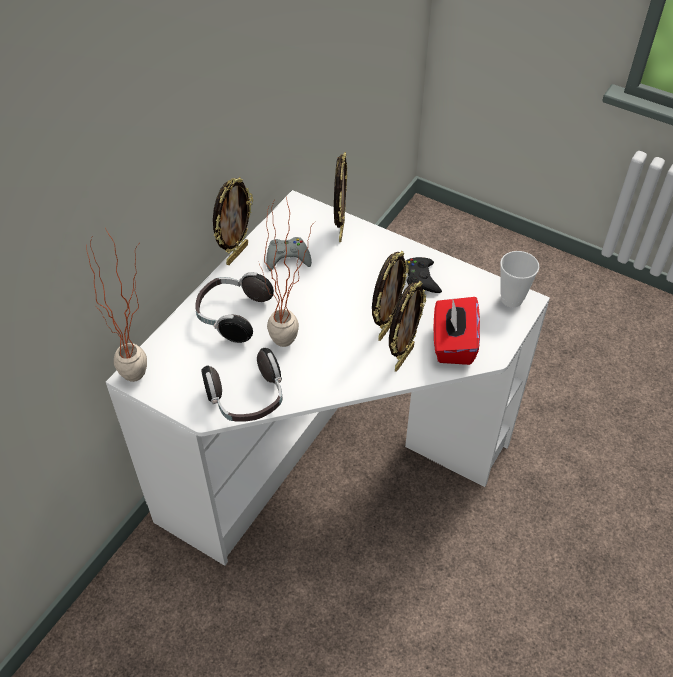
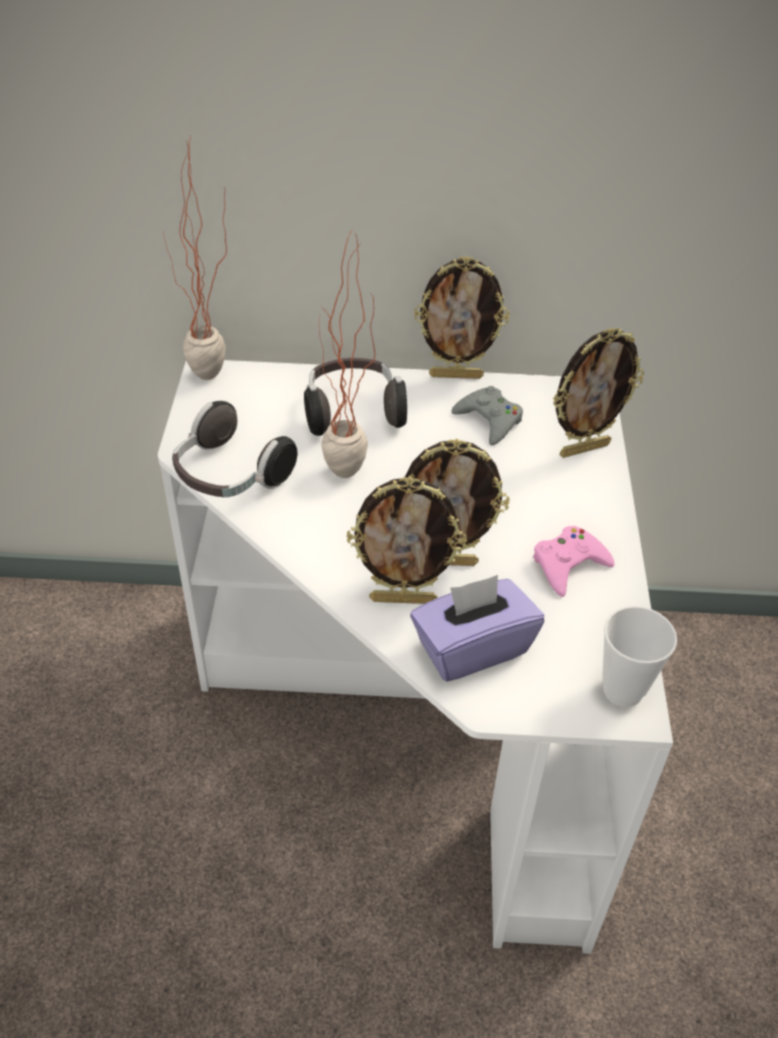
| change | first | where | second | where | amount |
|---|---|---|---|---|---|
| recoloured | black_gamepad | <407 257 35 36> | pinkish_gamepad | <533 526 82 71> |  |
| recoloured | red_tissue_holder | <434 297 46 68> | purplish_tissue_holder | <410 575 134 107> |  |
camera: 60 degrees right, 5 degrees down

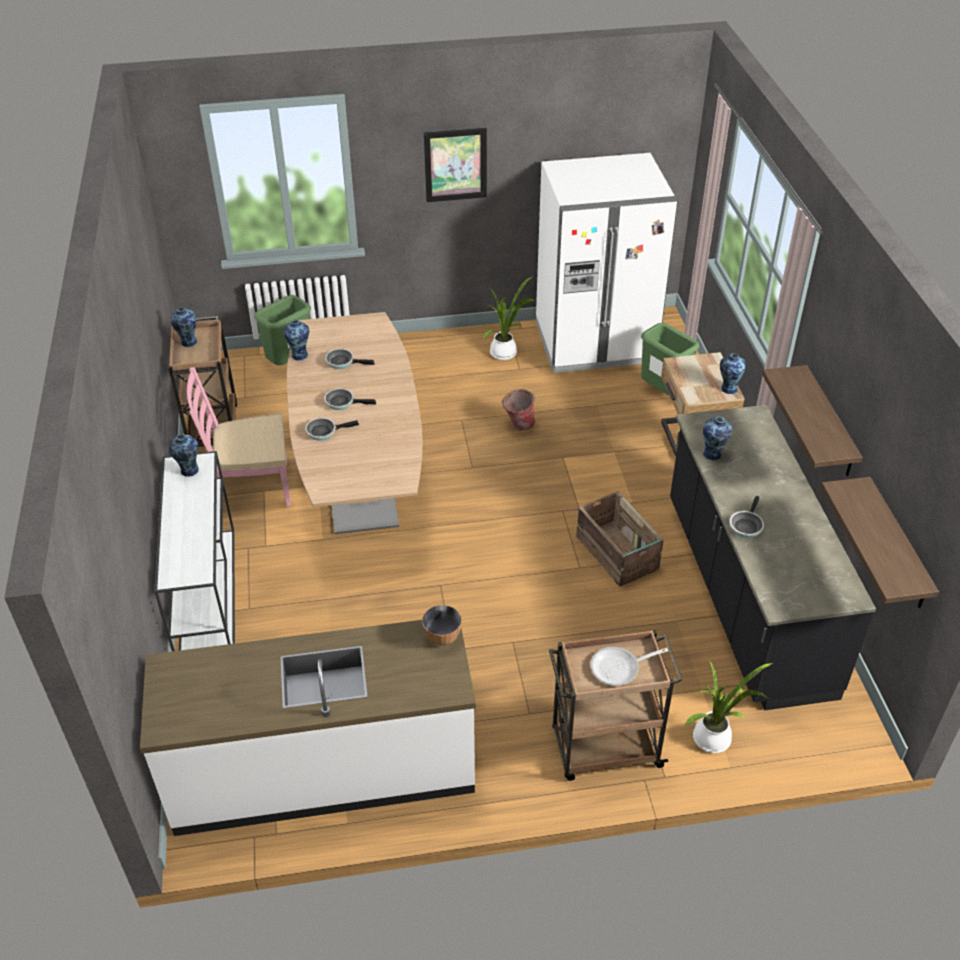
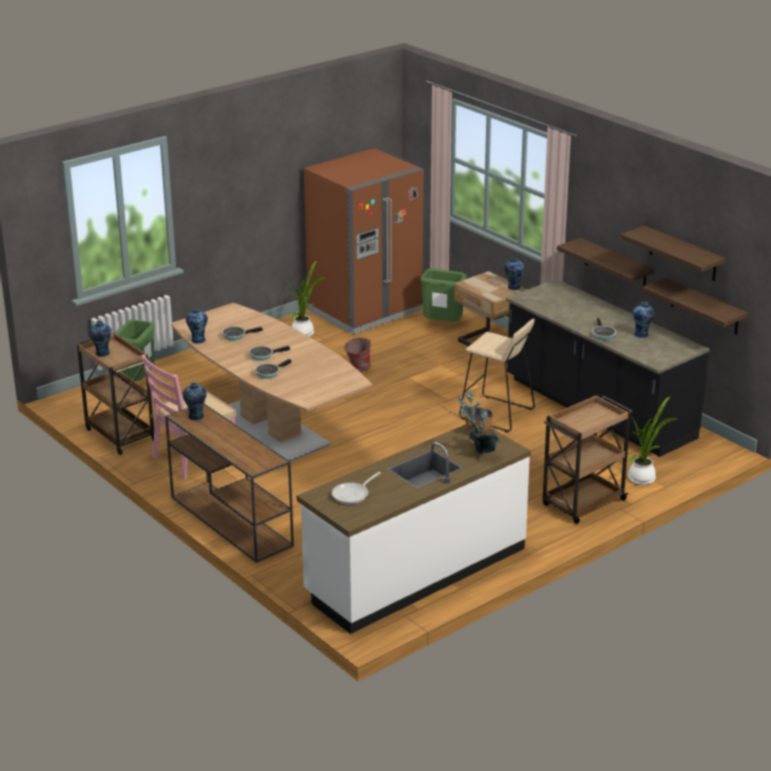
| change | first | where | second | where | amount |
|---|---|---|---|---|---|
| removed | wall_art | <424 128 63 74> |  |  |  |
| added |  |  | plant_in_a_pot | <458 390 42 64> |  |
| added |  |  | wall_shelf | <620 226 106 55> |  |
| moved | frying_pan | <590 647 78 39> |  | <332 472 49 32> |  |
| moved | flower_vase | <703 416 30 45> |  | <633 302 22 36> |  |
| replaced | crate | <576 491 88 96> | sand-coloured_stool_seat | <459 319 76 113> |  |
| recoloured | white-coloured_narrow_table | <154 451 81 200> | brown_narrow_table | <165 404 129 159> |  |
| recoloured | white-coloured_fridge | <536 153 142 220> | brown_fridge | <304 148 120 186> |  |
camera: 30 degrees left, 15 degrees down

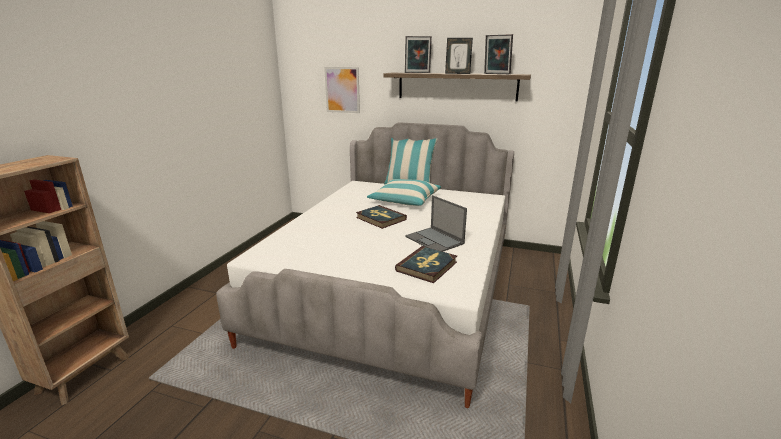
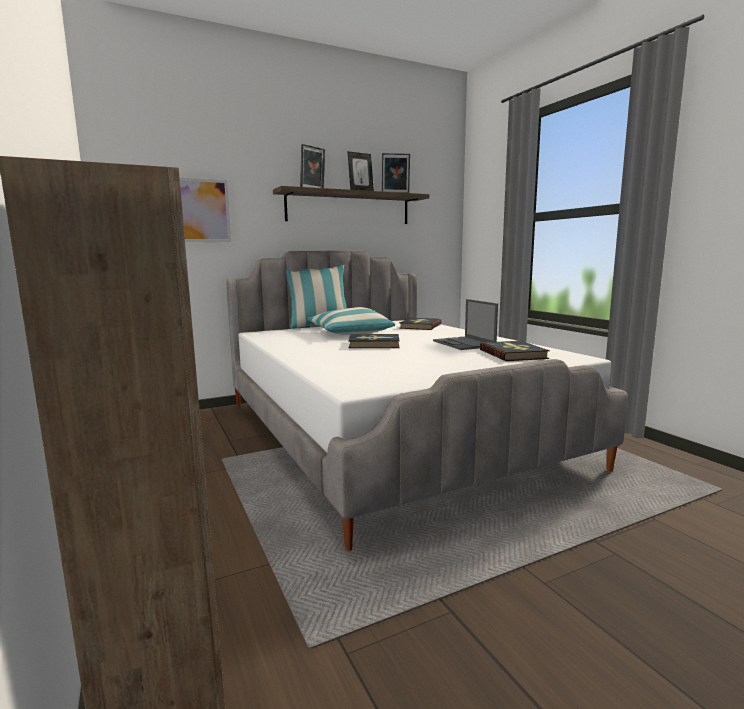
| change | first | where | second | where | amount |
|---|---|---|---|---|---|
| added |  |  | book | <399 318 43 12> |  |
| turned | portable_computer | <405 195 62 57> |  | <433 299 65 51> | 60 degrees clockwise |
camera: 45 degrees left, 10 degrees down

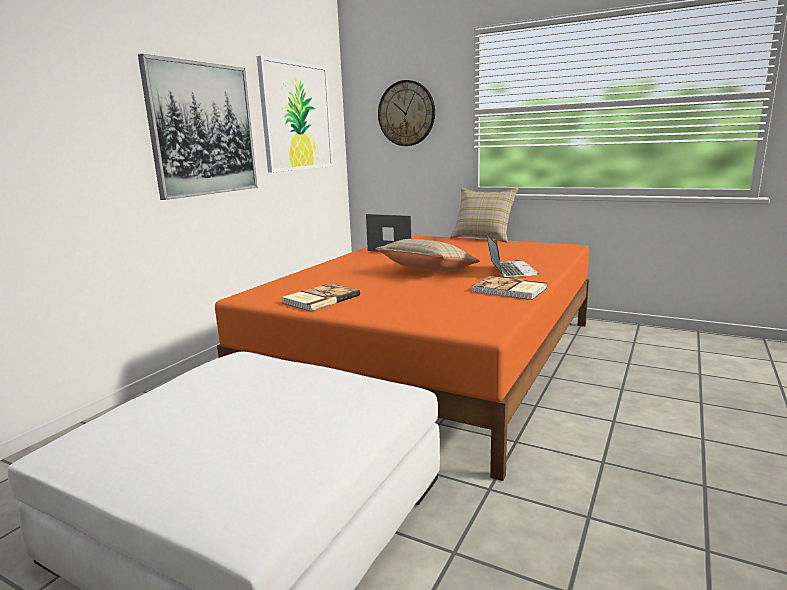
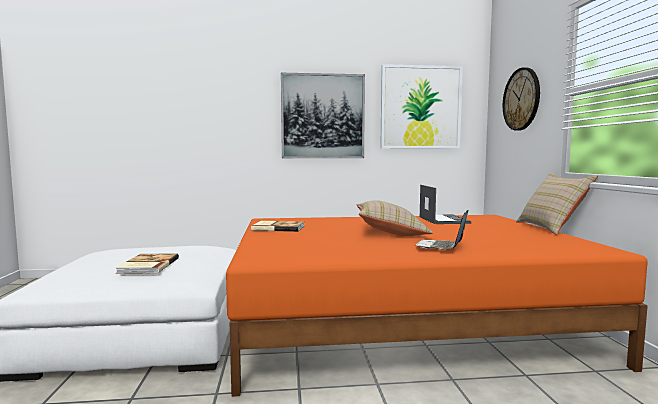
| change | first | where | second | where | amount |
|---|---|---|---|---|---|
| moved | book | <471 276 76 24> |  | <116 254 63 20> |  |
| turned | portable_computer | <487 235 52 43> |  | <415 210 53 40> | 150 degrees clockwise |
camera: 55 degrees right, 10 degrees down

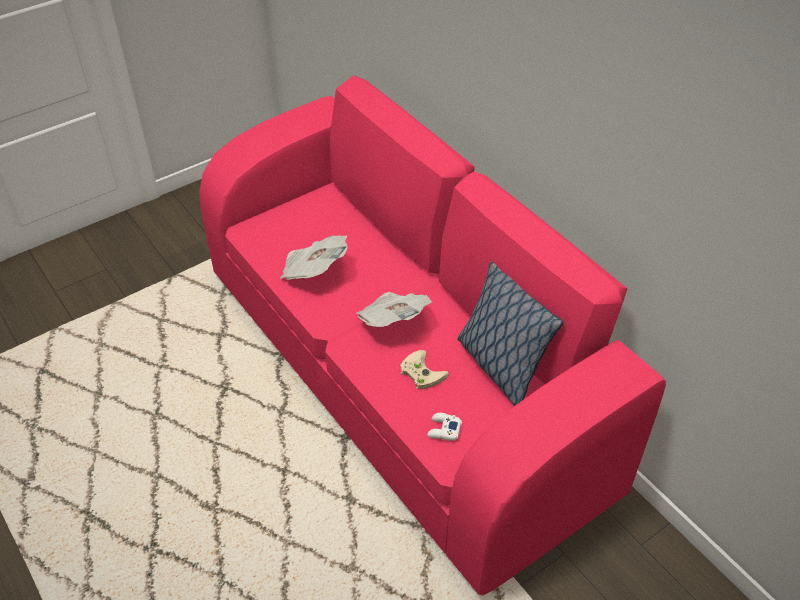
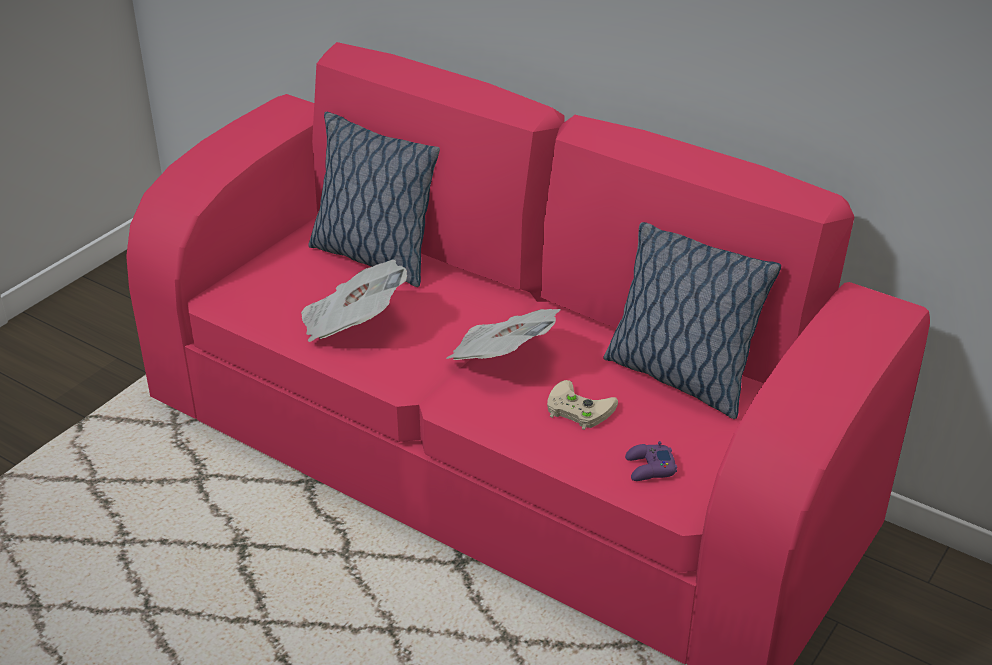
| change | first | where | second | where | amount |
|---|---|---|---|---|---|
| added |  |  | throw_pillow | <308 112 132 175> |  |
| recoloured | white-coloured_gamepad | <427 413 35 28> | purplish_gamepad | <625 441 52 40> |  |
camera: 20 degrees left, 10 degrees down

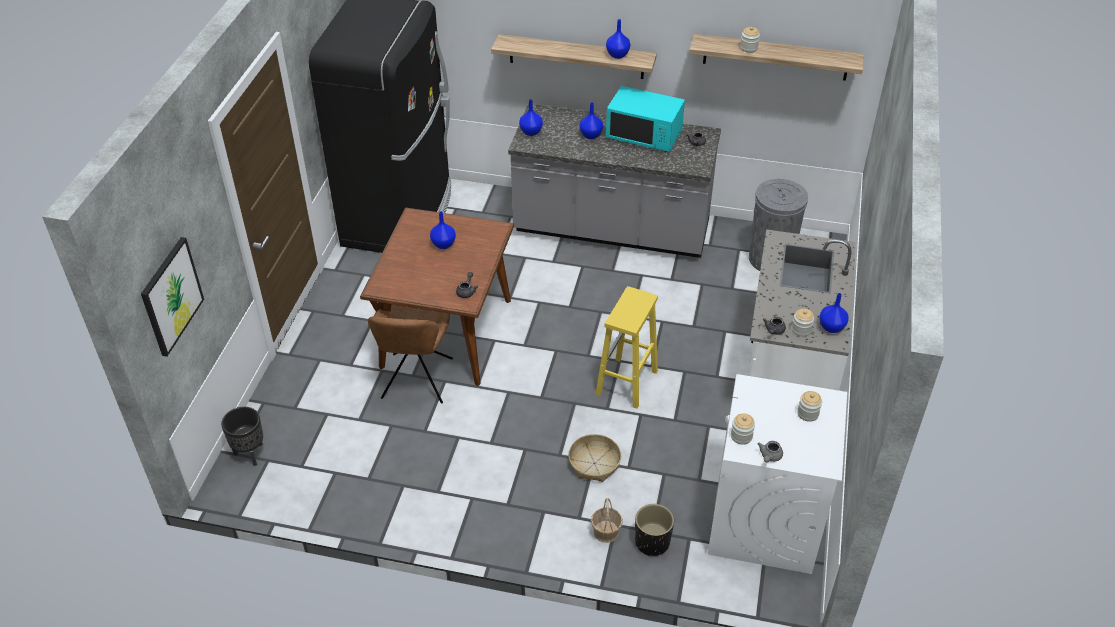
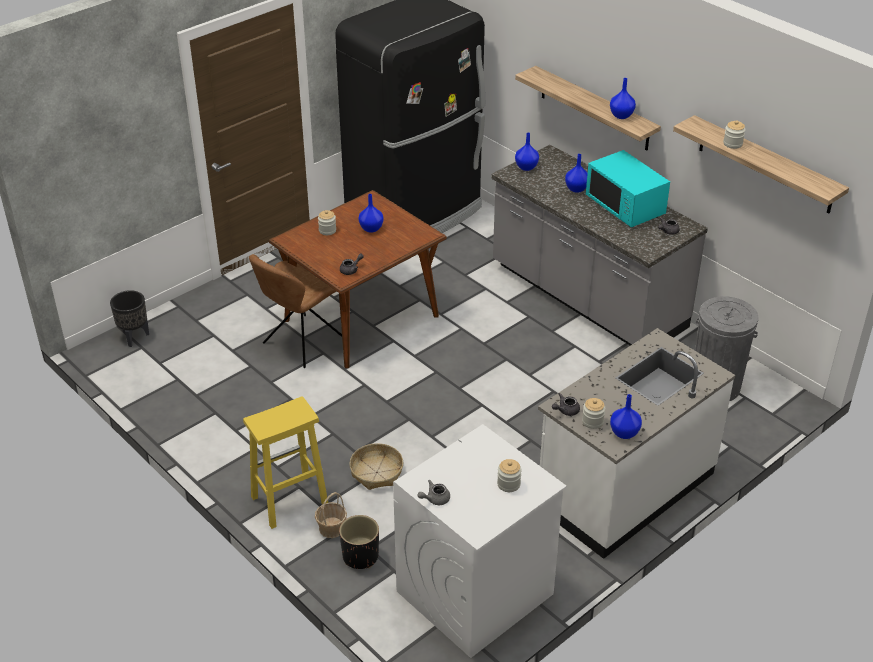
| change | first | where | second | where | amount |
|---|---|---|---|---|---|
| removed | wall_art | <141 237 63 120> |  |  |  |
| moved | yellow-coloured_stool_seat | <596 286 62 123> |  | <243 396 85 133> |  |
| moved | preserve_jar | <731 413 24 32> |  | <318 210 18 25> |  |
camera: 35 degrees right, 5 degrees down

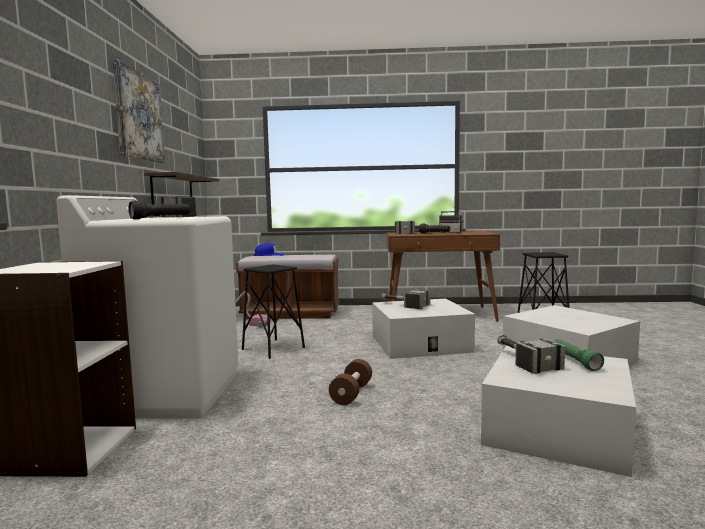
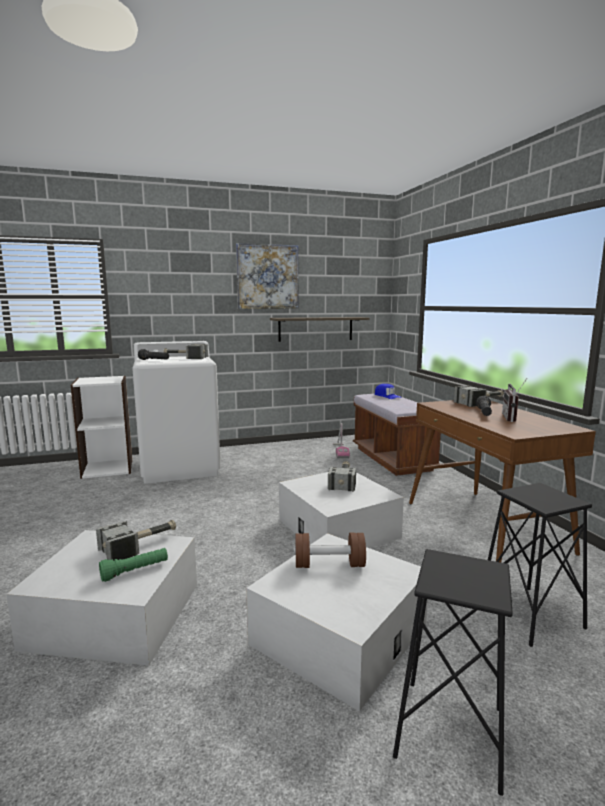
| change | first | where | second | where | amount |
|---|---|---|---|---|---|
| moved | black_stool_seat | <242 264 63 95> |  | <393 549 120 247> |  |
| moved | brown_dumbbell | <329 359 43 46> |  | <294 533 72 35> |  |
camera: 70 degrees right, 5 degrees up

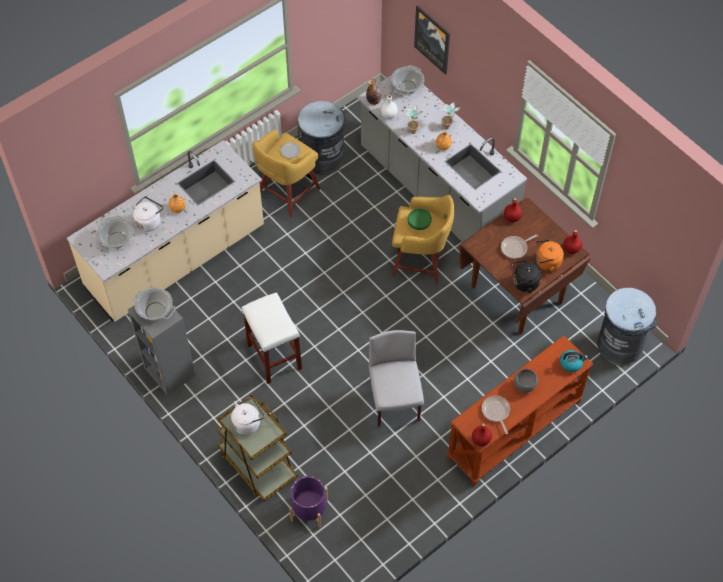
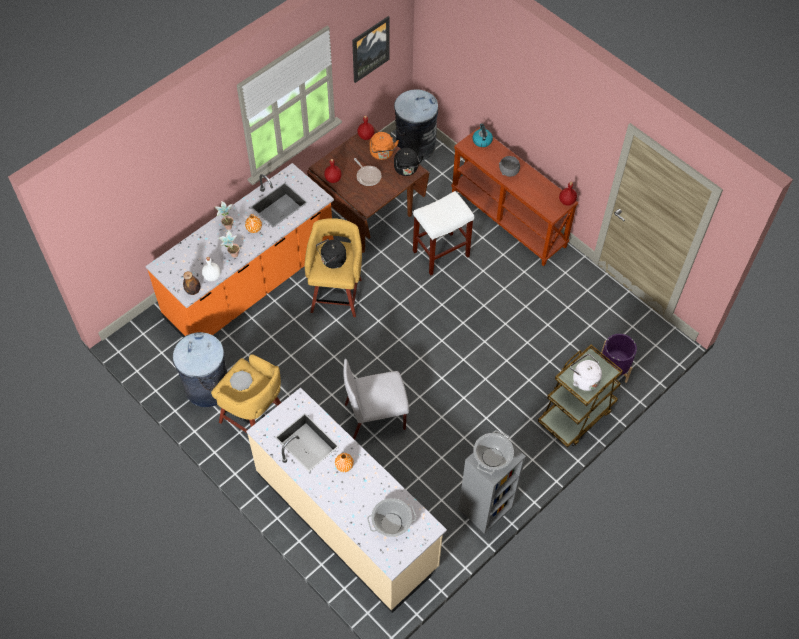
| change | first | where | second | where | amount |
|---|---|---|---|---|---|
| removed | white-coloured_tea_kettle | <131 197 33 35> |  |  |  |
| removed | stockpot | <391 65 34 31> |  |  |  |
| removed | frying_pan | <482 396 28 38> |  |  |  |
| moved | white-coloured_stool_seat | <242 292 60 92> |  | <413 191 61 84> |  |
| moved | gray_chair | <369 330 55 97> |  | <344 359 65 81> |  |
| moved | wall_art | <414 5 36 70> |  | <352 16 38 67> |  |
| replaced | greenish_bowl | <408 208 24 22> | black_tea_kettle | <316 239 30 29> |  |
| recoloured | gray_kitchen_base_unit | <357 75 170 167> | orange_kitchen_base_unit | <145 163 189 175> |  |
camera: 95 degrees left, 0 degrees up

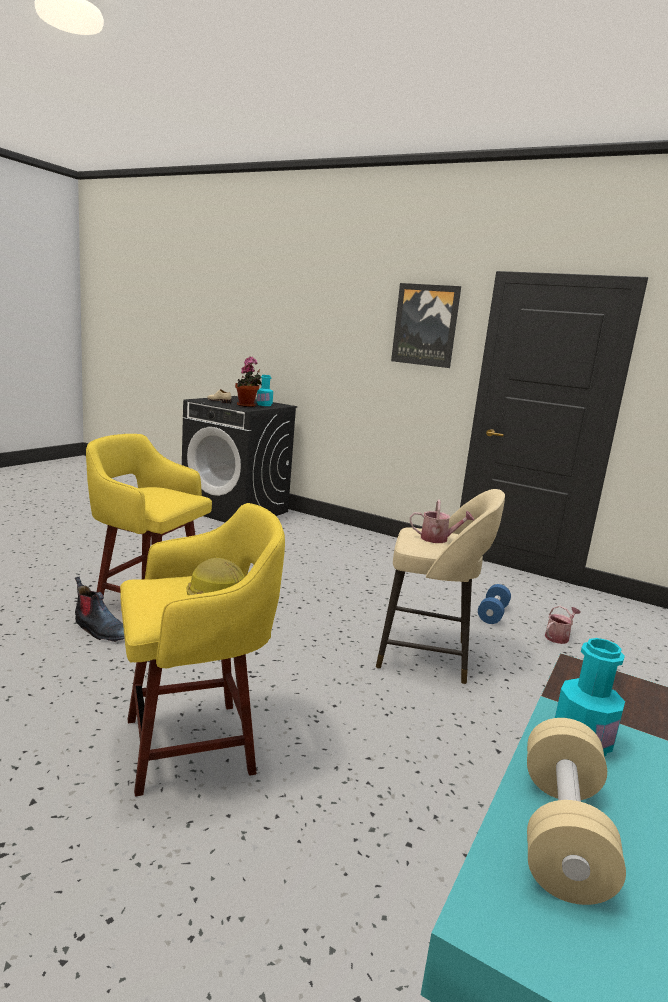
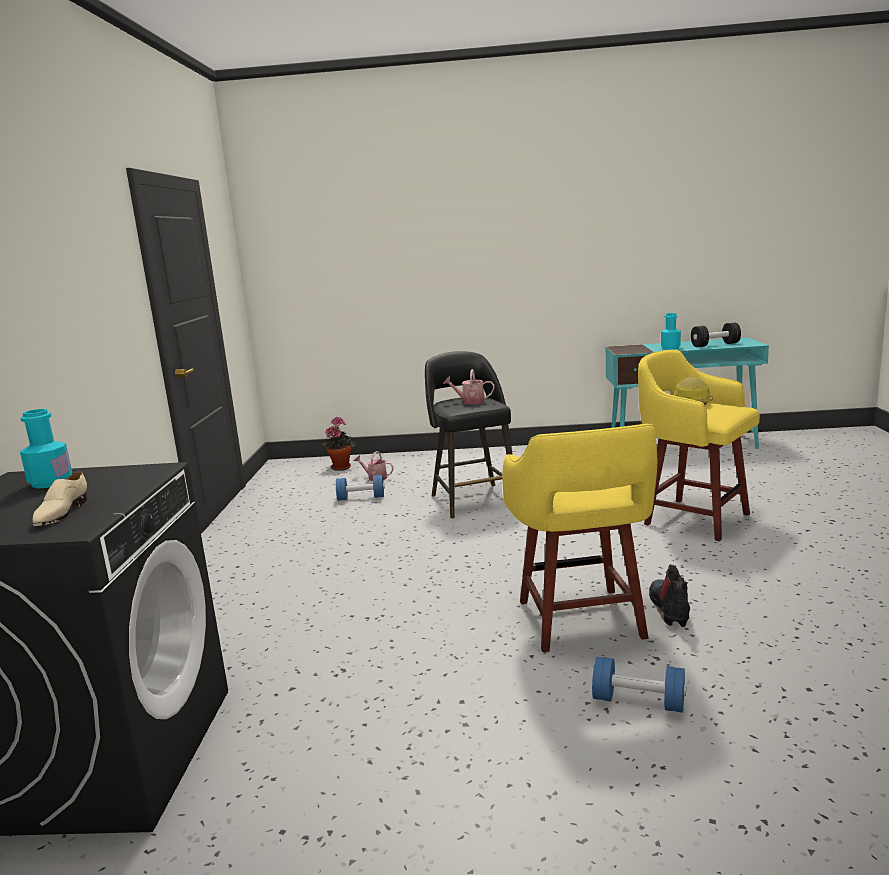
| change | first | where | second | where | amount |
|---|---|---|---|---|---|
| removed | wall_art | <391 283 70 85> |  |  |  |
| added |  |  | blue-coloured_dumbbell | <592 657 94 56> |  |
| moved | plant_in_a_pot | <235 356 27 51> |  | <322 416 34 55> |  |
| recoloured | sand-coloured_stool_seat | <376 489 129 195> | black_stool_seat | <425 351 87 168> |  |
| recoloured | sand-coloured_dumbbell | <527 718 99 187> | black_dumbbell | <691 323 50 24> |  |
| turned | watering_pot | <410 500 64 43> |  | <443 369 51 35> | 60 degrees counterclockwise |
camera: 115 degrees left, 0 degrees up

